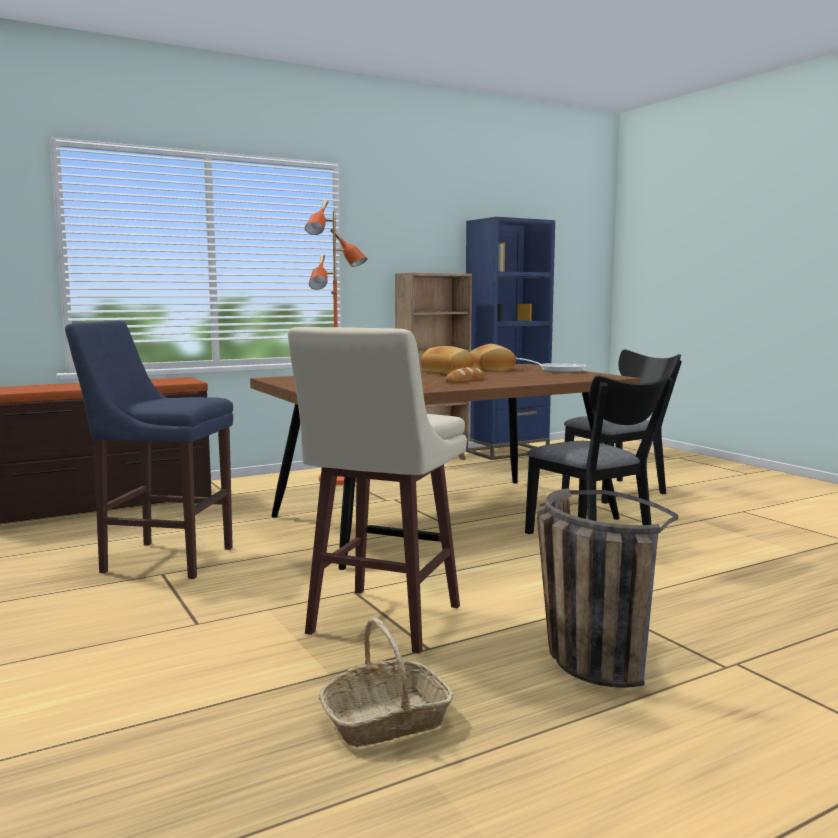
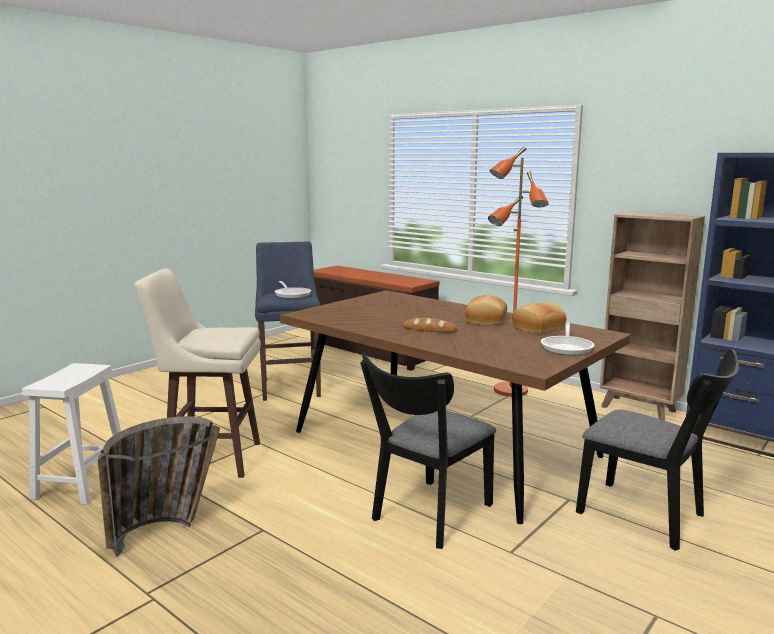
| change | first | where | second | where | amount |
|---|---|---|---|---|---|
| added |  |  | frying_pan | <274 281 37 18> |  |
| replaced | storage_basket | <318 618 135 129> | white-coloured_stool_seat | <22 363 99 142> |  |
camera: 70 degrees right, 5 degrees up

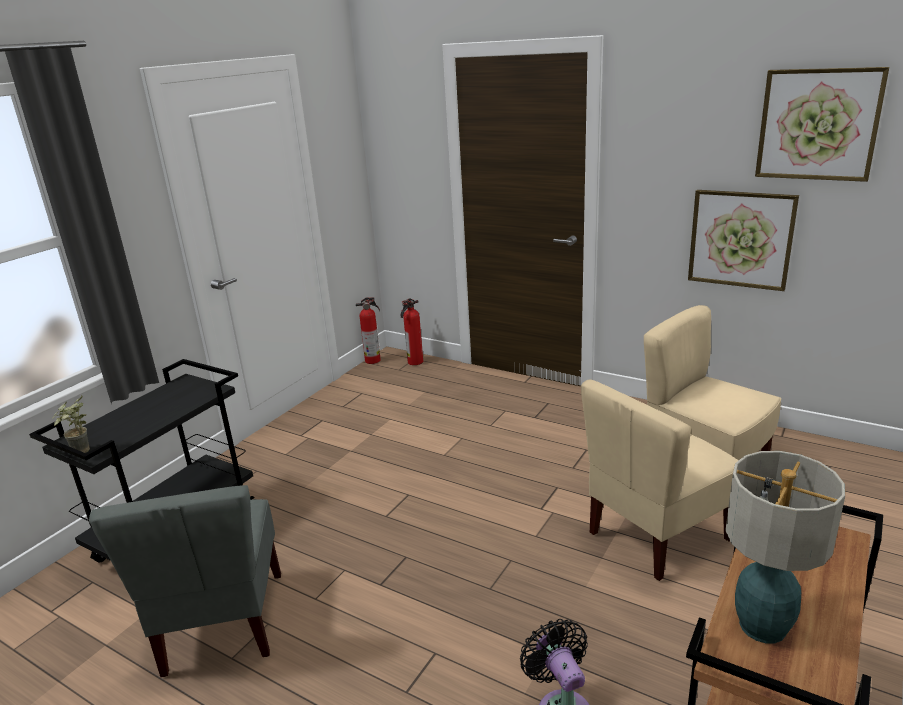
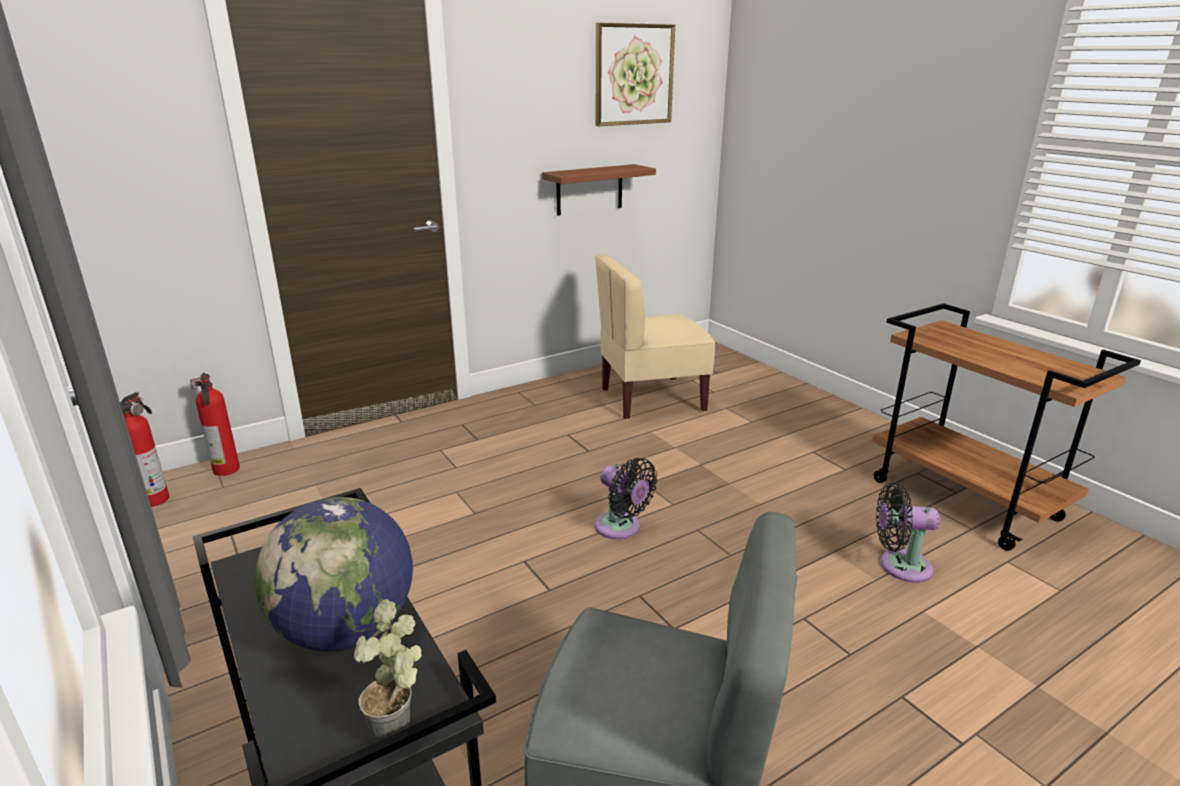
| change | first | where | second | where | amount |
|---|---|---|---|---|---|
| removed | sand-coloured_chair | <581 379 158 202> |  |  |  |
| removed | lamp_for_a_table | <725 451 120 192> |  |  |  |
| added |  |  | world_globe | <254 497 159 155> |  |
| added |  |  | black_cooling_fan | <595 458 63 82> |  |
| replaced | wall_art | <688 190 111 101> | brown_wall_shelf | <542 164 114 52> |  |
camera: 65 degrees left, 0 degrees up

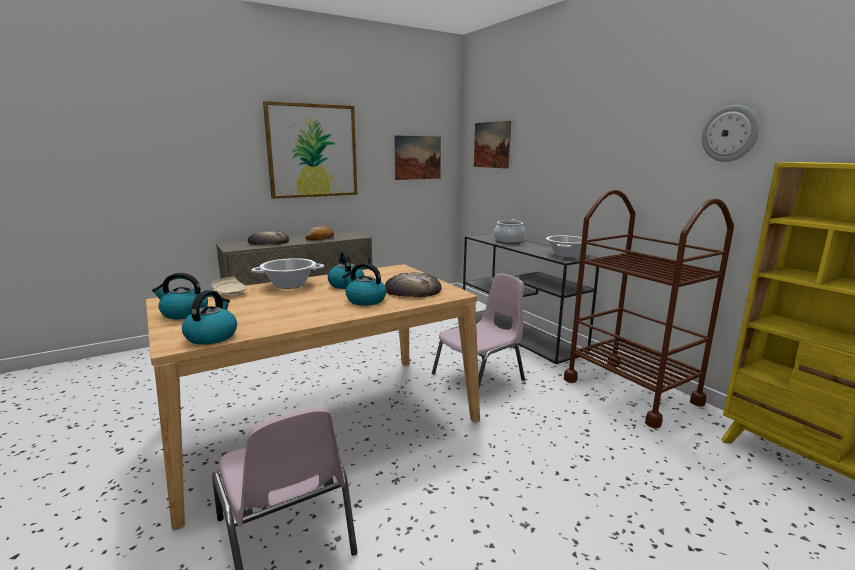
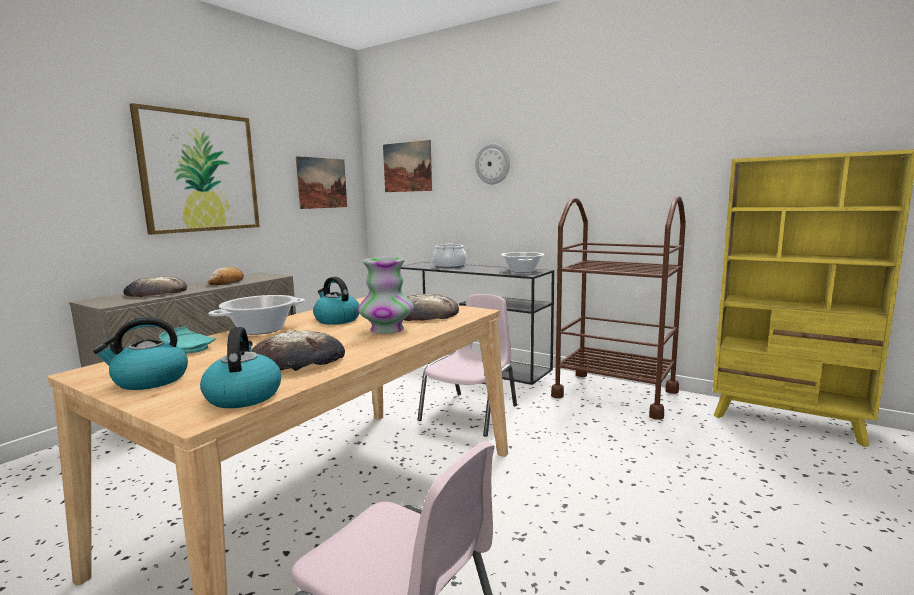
| change | first | where | second | where | amount |
|---|---|---|---|---|---|
| added |  |  | bakery_bread | <252 330 93 41> |  |
| moved | wall_clock | <702 105 58 57> |  | <475 144 35 40> |  |
| replaced | tea_kettle | <342 263 44 43> | flower_vase | <358 257 56 77> |  |
| recoloured | sand-coloured_flat_dish | <211 277 36 20> | turquoise_flat_dish | <159 326 57 27> |  |
camera: 25 degrees left, 5 degrees down

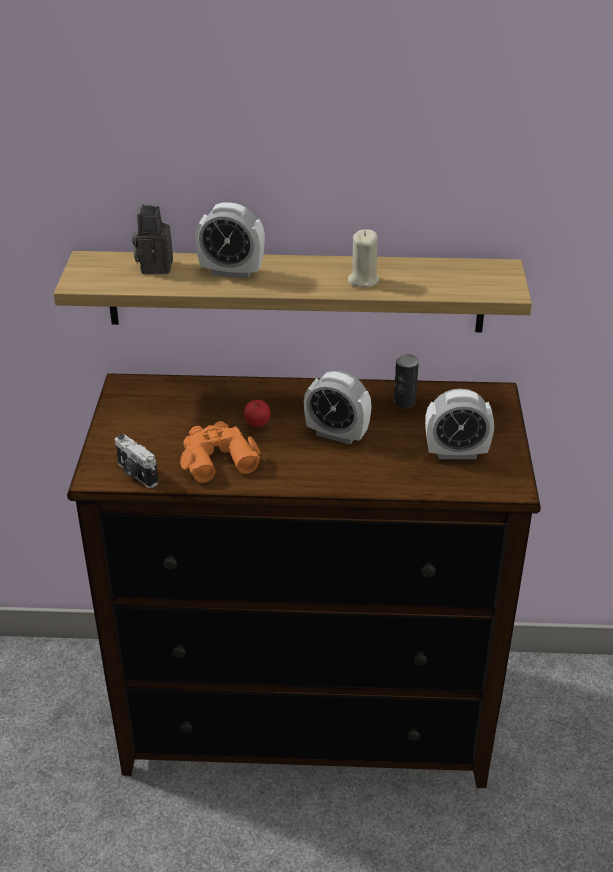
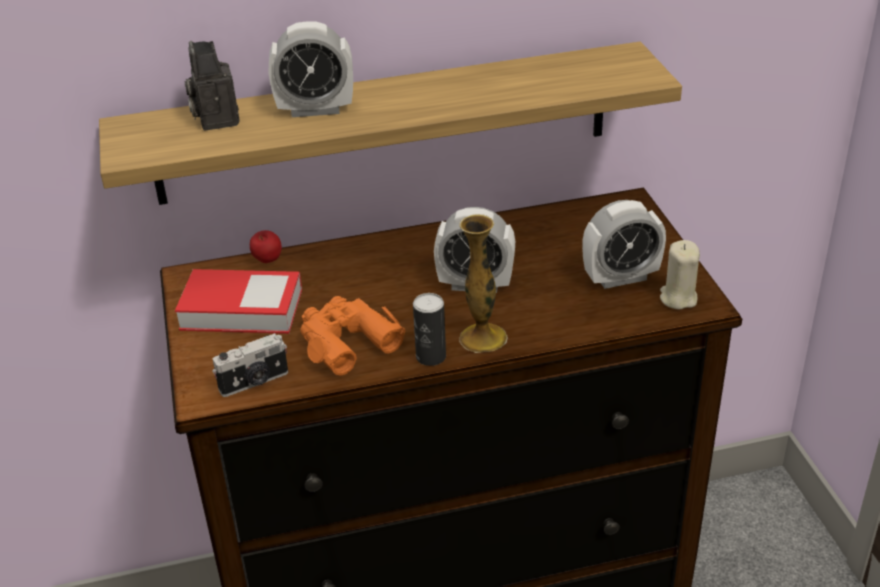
| change | first | where | second | where | amount |
|---|---|---|---|---|---|
| added |  |  | book | <175 269 127 65> |  |
| added |  |  | flower_vase | <459 214 49 139> |  |
| moved | whole_apple | <244 400 27 27> |  | <250 230 32 33> |  |
| moved | sand-coloured_wax_light | <348 229 31 59> |  | <660 240 40 69> |  |
| moved | can | <394 354 25 54> |  | <413 293 33 73> |  |
| turned | still_camera | <115 434 43 54> |  | <212 333 76 64> | 60 degrees counterclockwise |
camera: 15 degrees left, 0 degrees up

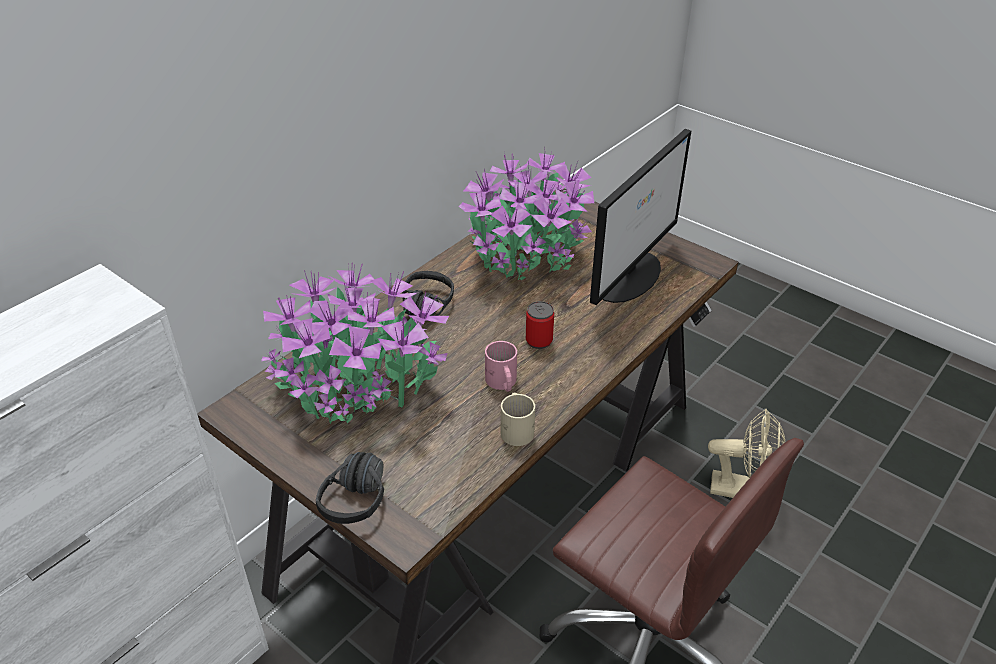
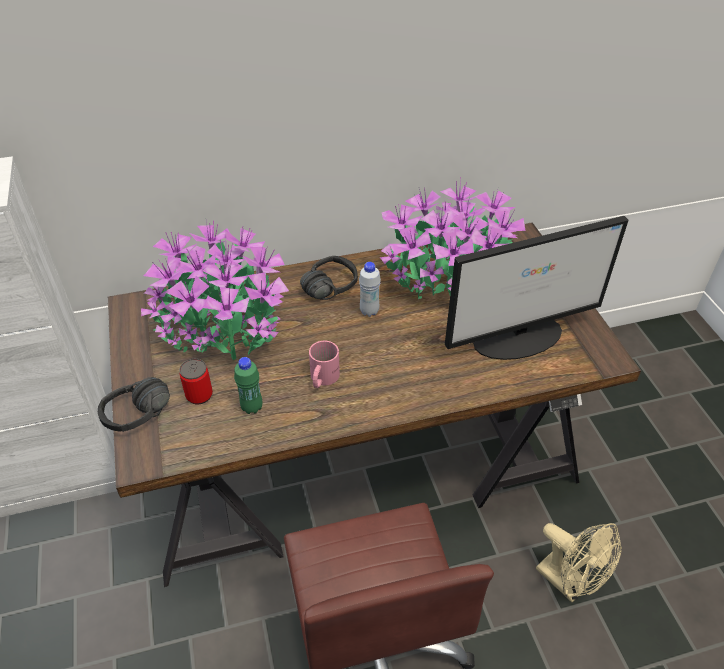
| change | first | where | second | where | amount |
|---|---|---|---|---|---|
| removed | sand-coloured_tea_mug | <501 393 34 53> |  |  |  |
| added |  |  | greenish_bottle | <234 357 28 57> |  |
| added |  |  | white-coloured_bottle | <359 262 22 55> |  |
| moved | can | <526 301 28 48> |  | <179 359 34 46> |  |
camera: 35 degrees right, 5 degrees up

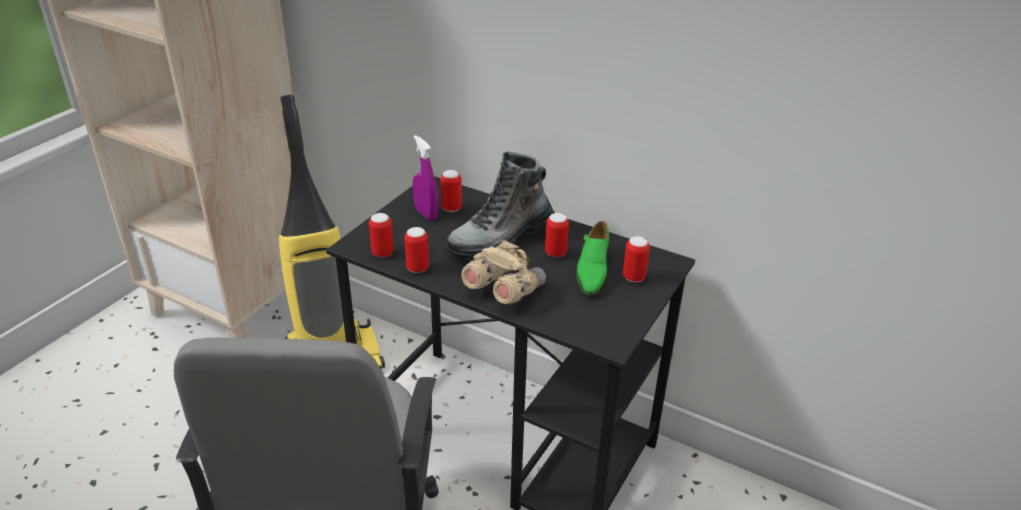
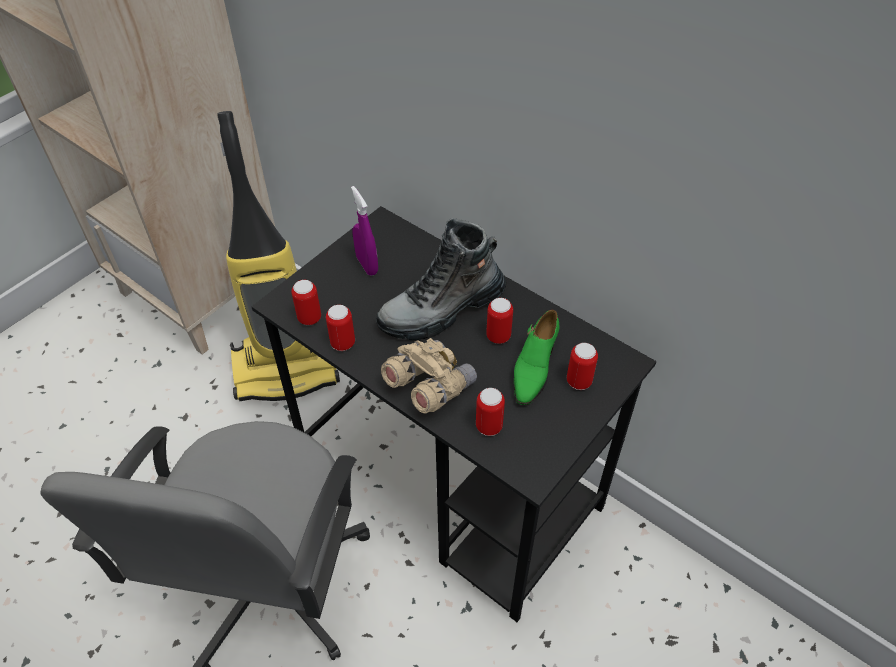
| change | first | where | second | where | amount |
|---|---|---|---|---|---|
| moved | can | <441 170 21 42> |  | <476 388 29 48> |  |
camera: 10 degrees right, 15 degrees up

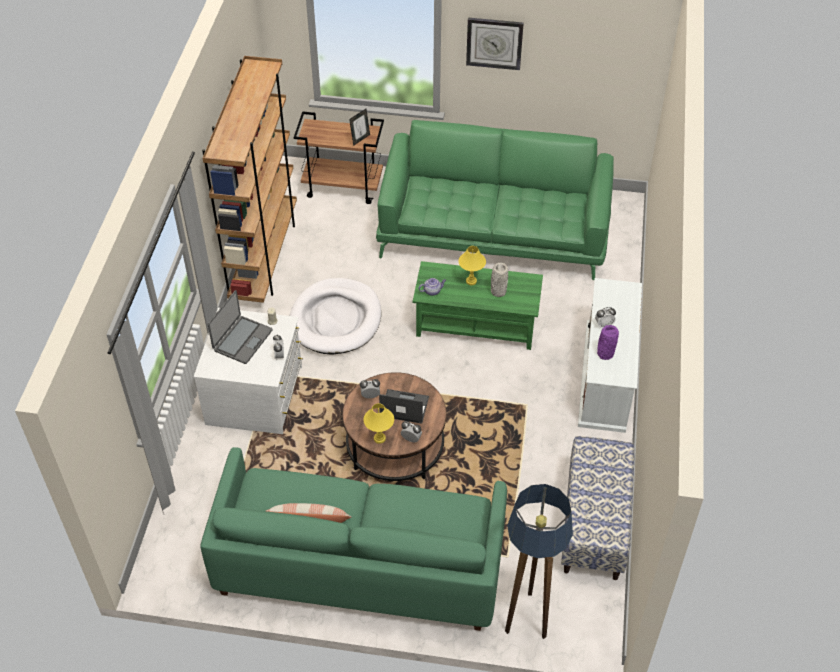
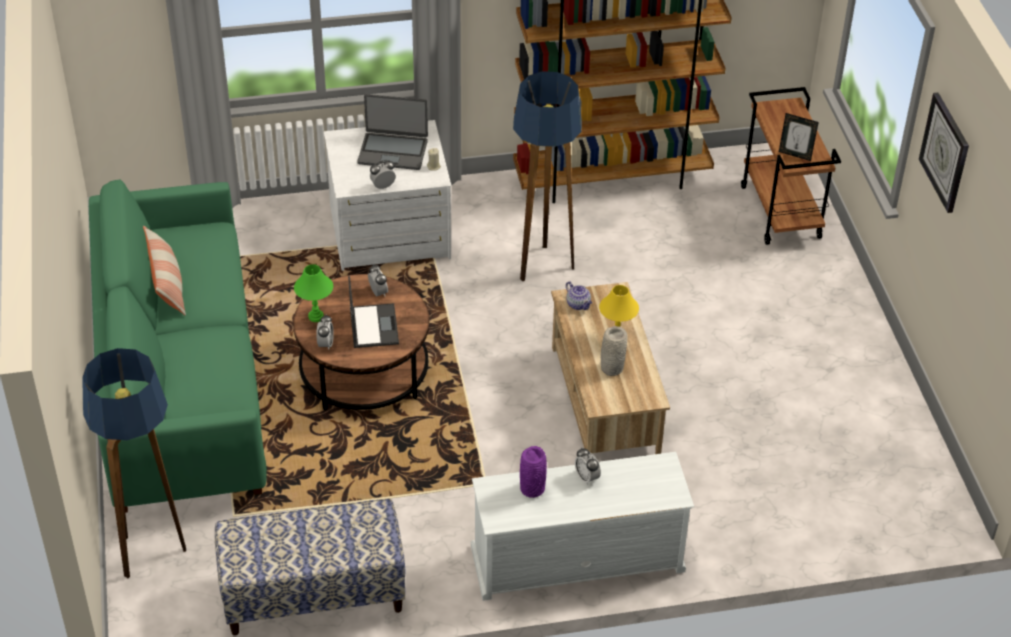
| change | first | where | second | where | amount |
|---|---|---|---|---|---|
| removed | greenish_couch | <376 120 238 160> |  |  |  |
| replaced | white-coloured_dog_bed | <290 278 91 77> | standing_lamp | <513 71 69 210> |  |
| recoloured | yellow-coloured_lamp_for_a_table | <363 403 31 41> | greenish_lamp_for_a_table | <294 264 39 58> |  |
| recoloured | greenish_lounge_table | <413 261 130 89> | sand-coloured_lounge_table | <551 282 119 172> |  |
camera: 70 degrees right, 5 degrees down

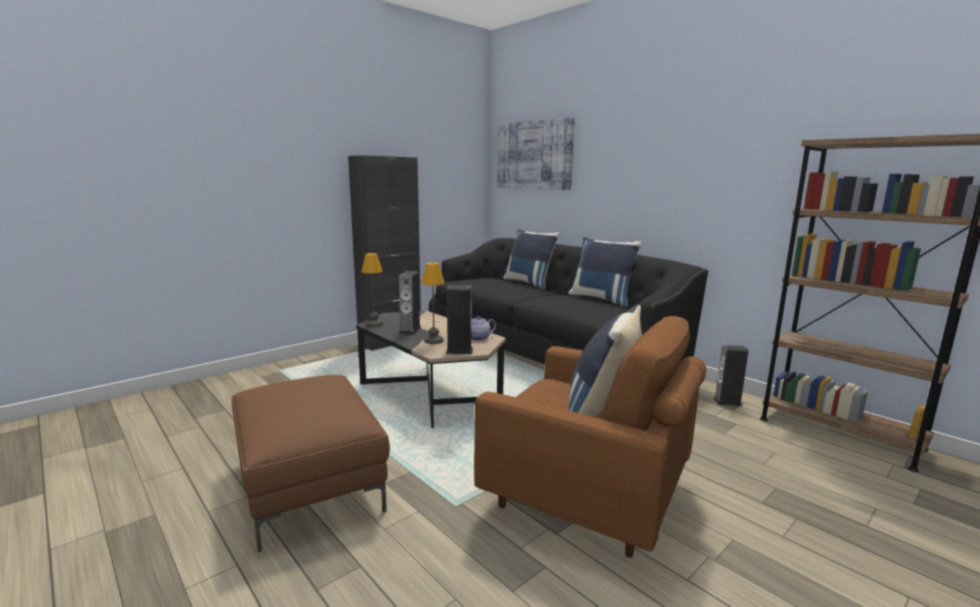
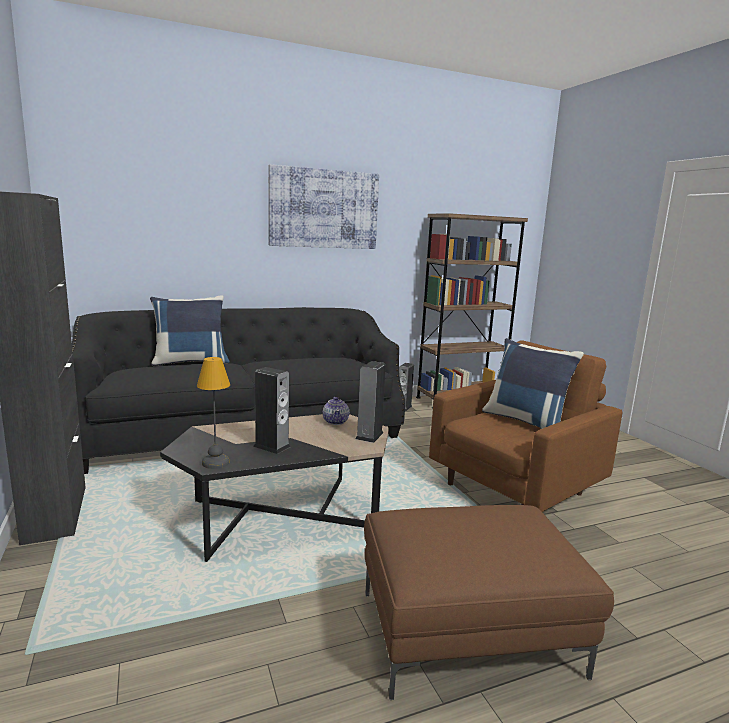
| change | first | where | second | where | amount |
|---|---|---|---|---|---|
| removed | lamp_for_a_table | <421 263 24 81> |  |  |  |
| removed | blue-coloured_throw_pillow | <568 237 74 70> |  |  |  |
| moved | wall_art | <497 117 78 73> |  | <268 164 111 85> |  |
camera: 70 degrees left, 0 degrees up

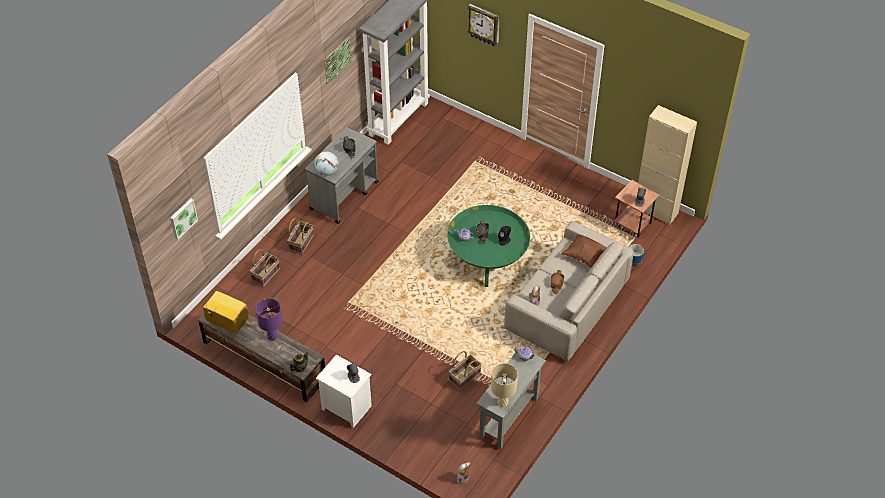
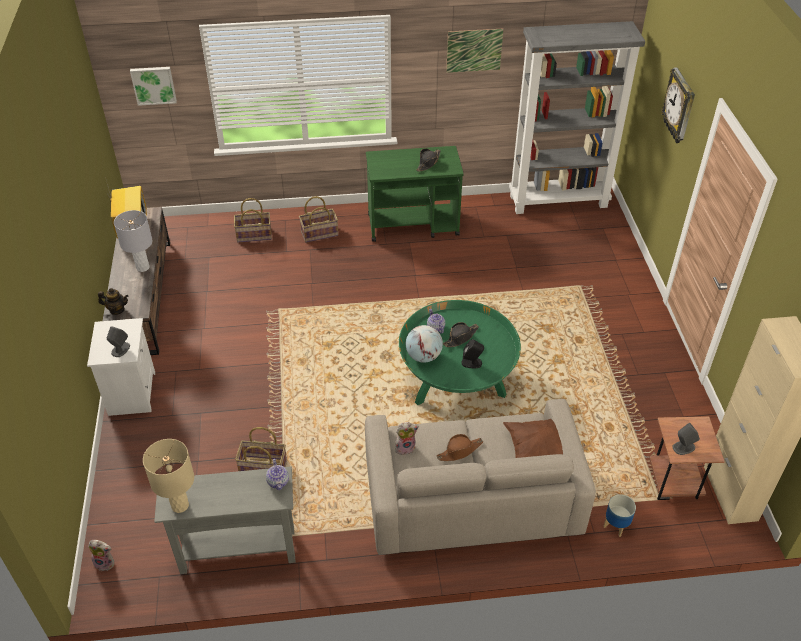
| change | first | where | second | where | amount |
|---|---|---|---|---|---|
| moved | world_globe | <314 151 25 25> |  | <406 325 37 38> |  |
| recoloured | purplish_lamp_for_a_table | <256 299 27 42> | gray_lamp_for_a_table | <114 210 39 62> |  |
| recoloured | gray_trolley | <305 127 73 97> | greenish_trolley | <366 146 98 96> |  |
camera: 50 degrees right, 5 degrees down

